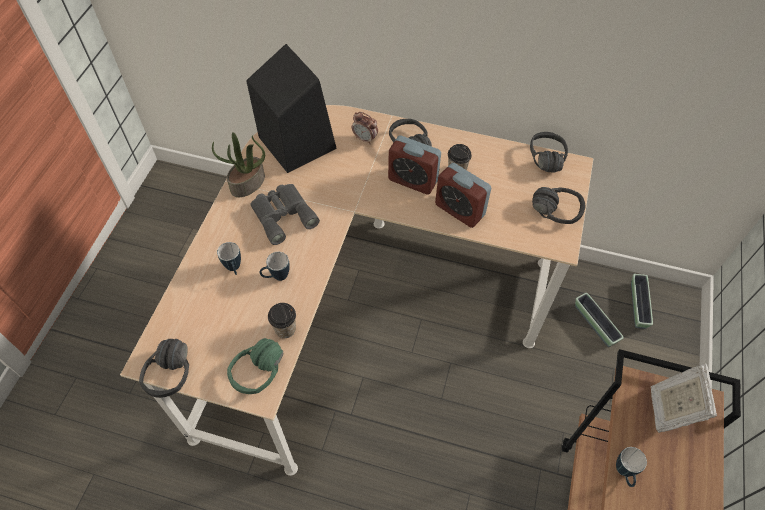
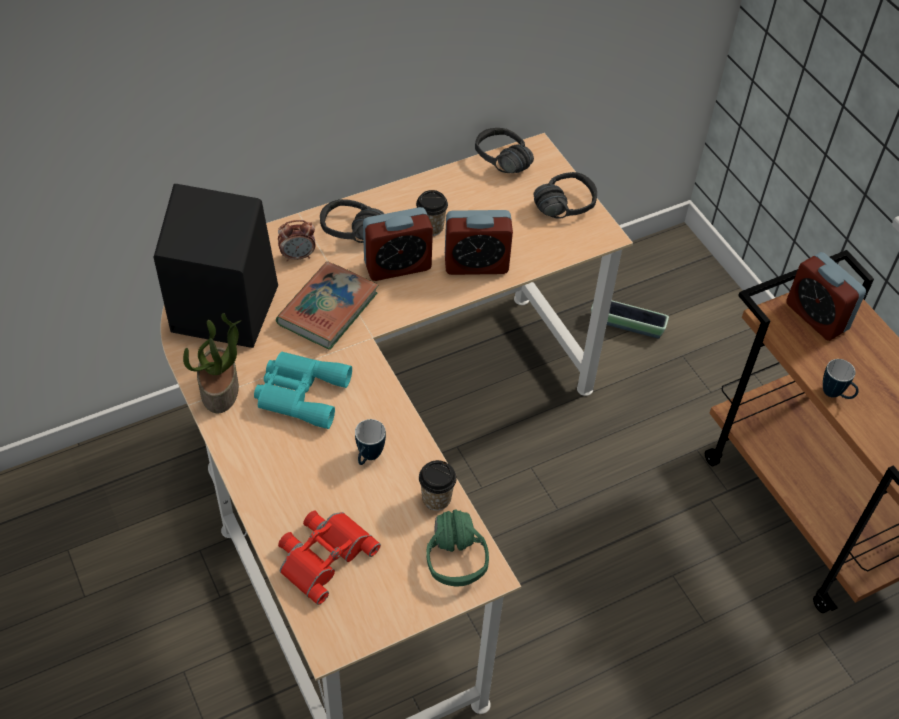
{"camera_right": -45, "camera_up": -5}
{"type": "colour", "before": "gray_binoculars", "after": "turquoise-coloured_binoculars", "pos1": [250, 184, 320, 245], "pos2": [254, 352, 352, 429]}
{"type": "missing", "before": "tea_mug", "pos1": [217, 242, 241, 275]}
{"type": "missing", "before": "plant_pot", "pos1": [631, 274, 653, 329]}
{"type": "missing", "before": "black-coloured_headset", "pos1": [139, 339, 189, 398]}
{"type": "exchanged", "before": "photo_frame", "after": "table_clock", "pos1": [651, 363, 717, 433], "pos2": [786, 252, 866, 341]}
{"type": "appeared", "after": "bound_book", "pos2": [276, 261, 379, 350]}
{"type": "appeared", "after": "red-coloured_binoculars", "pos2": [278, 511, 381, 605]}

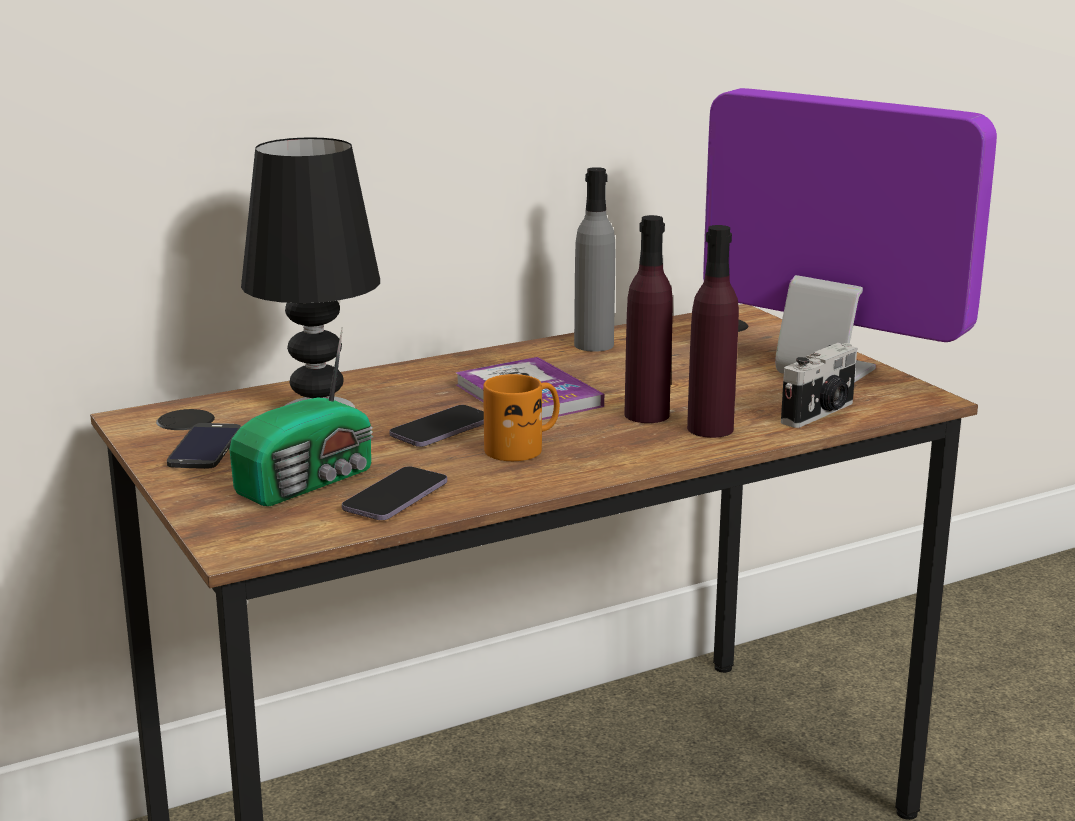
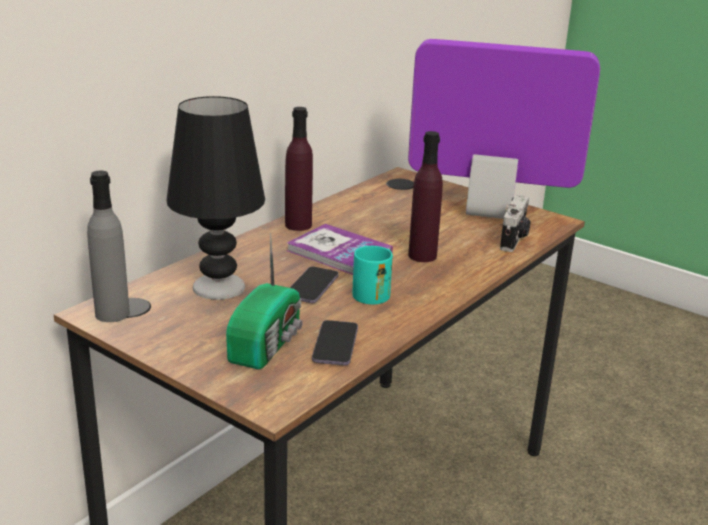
{"camera_right": -25, "camera_up": 5}
{"type": "relocated", "before": "gray_drink_bottle", "pos1": [574, 167, 615, 352], "pos2": [87, 171, 130, 322]}
{"type": "relocated", "before": "purple_drink_bottle", "pos1": [687, 225, 739, 438], "pos2": [285, 107, 313, 231]}
{"type": "colour", "before": "orange-coloured_tea_mug", "after": "turquoise-coloured_tea_mug", "pos1": [483, 374, 560, 461], "pos2": [352, 246, 393, 304]}
{"type": "missing", "before": "handset", "pos1": [167, 423, 241, 469]}

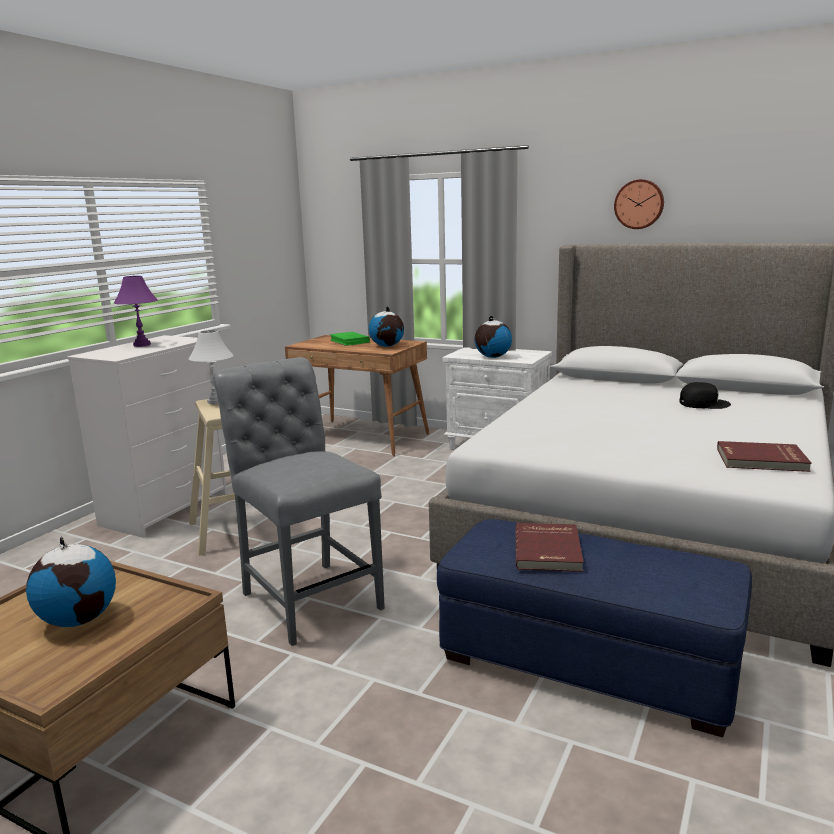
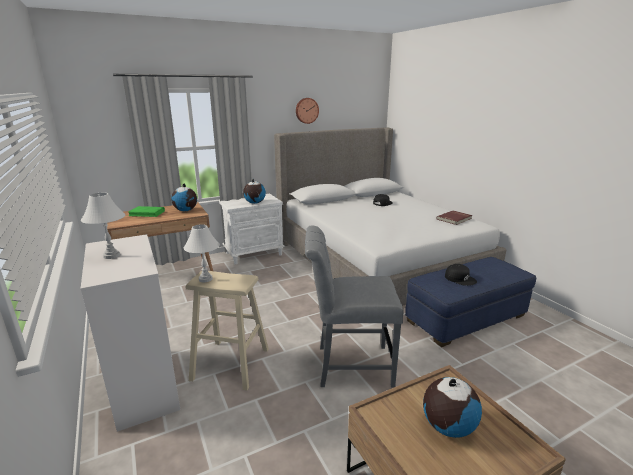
{"camera_right": -55, "camera_up": 5}
{"type": "colour", "before": "purple_tabletop_lamp", "after": "white-coloured_tabletop_lamp", "pos1": [114, 276, 158, 347], "pos2": [81, 193, 125, 259]}
{"type": "exchanged", "before": "red-coloured_bound_book", "after": "black-coloured_baseball_cap", "pos1": [516, 523, 584, 572], "pos2": [445, 264, 477, 286]}

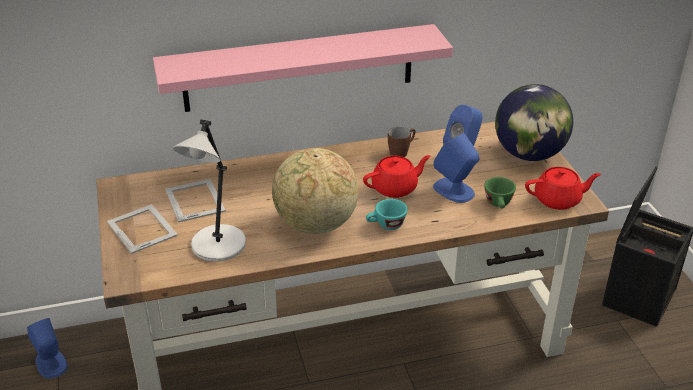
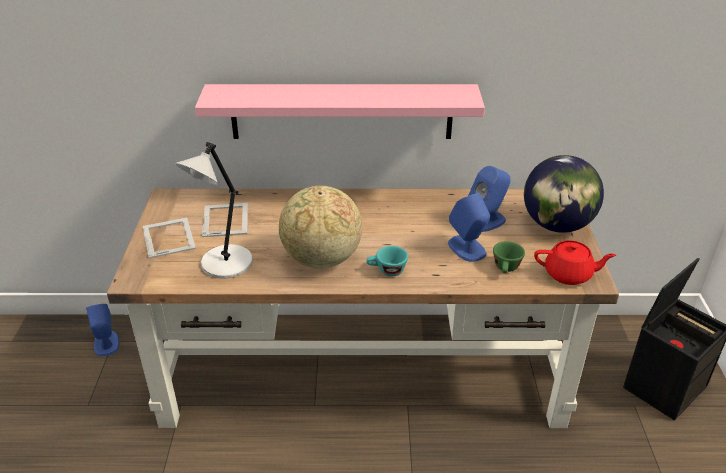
{"camera_right": 15, "camera_up": 0}
{"type": "missing", "before": "brown-coloured_tea_mug", "pos1": [388, 127, 416, 157]}
{"type": "missing", "before": "red-coloured_teapot", "pos1": [363, 155, 430, 198]}

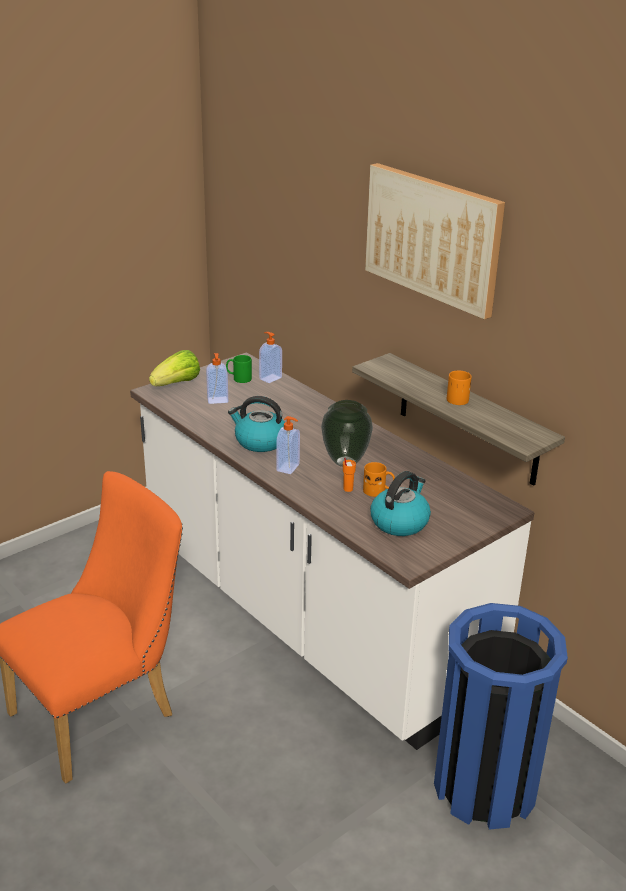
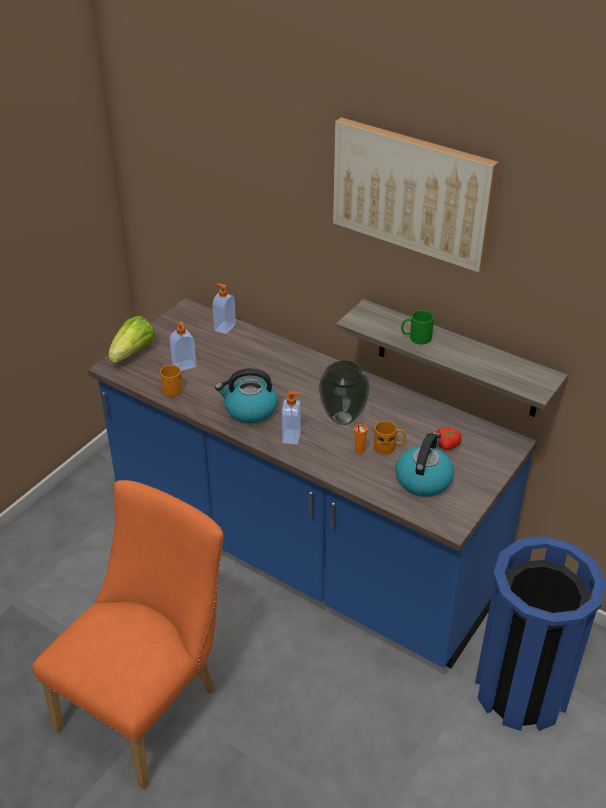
{"camera_right": -15, "camera_up": 10}
{"type": "colour", "before": "white-coloured_kitchen_base_unit", "after": "blue-coloured_kitchen_base_unit", "pos1": [130, 352, 534, 750], "pos2": [88, 298, 537, 668]}
{"type": "relocated", "before": "green-coloured_tea_mug", "pos1": [226, 355, 252, 383], "pos2": [401, 310, 434, 344]}
{"type": "relocated", "before": "orange-coloured_tea_mug", "pos1": [447, 371, 472, 405], "pos2": [160, 365, 183, 397]}
{"type": "appeared", "after": "whole_tomato", "pos2": [436, 427, 462, 450]}

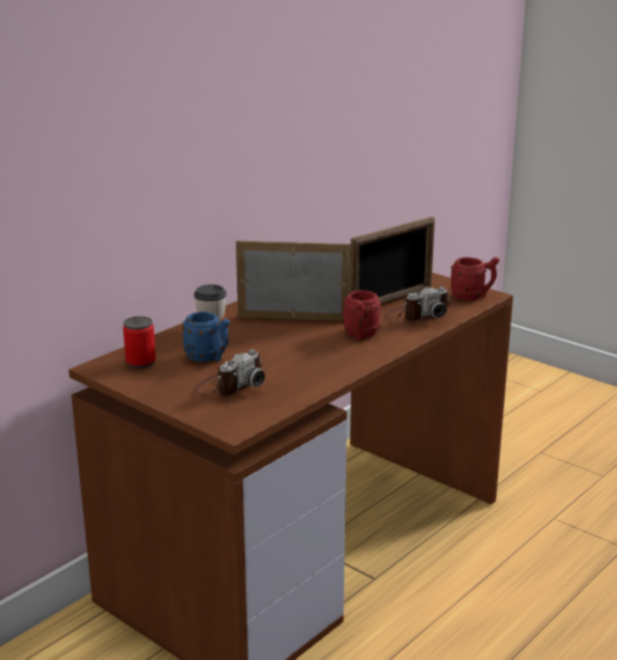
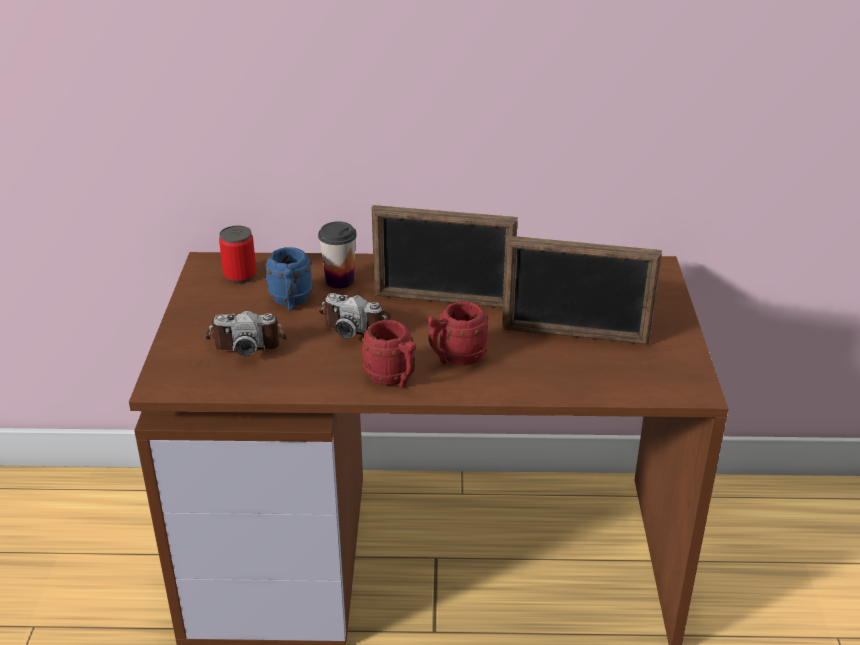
{"camera_right": 50, "camera_up": 10}
{"type": "spun", "before": "photo_frame", "pos1": [236, 241, 351, 321], "pos2": [372, 205, 518, 308], "turn": 135}
{"type": "relocated", "before": "red-coloured_tea_mug", "pos1": [451, 257, 499, 301], "pos2": [361, 320, 416, 388]}
{"type": "relocated", "before": "still_camera", "pos1": [386, 287, 451, 321], "pos2": [319, 293, 391, 339]}

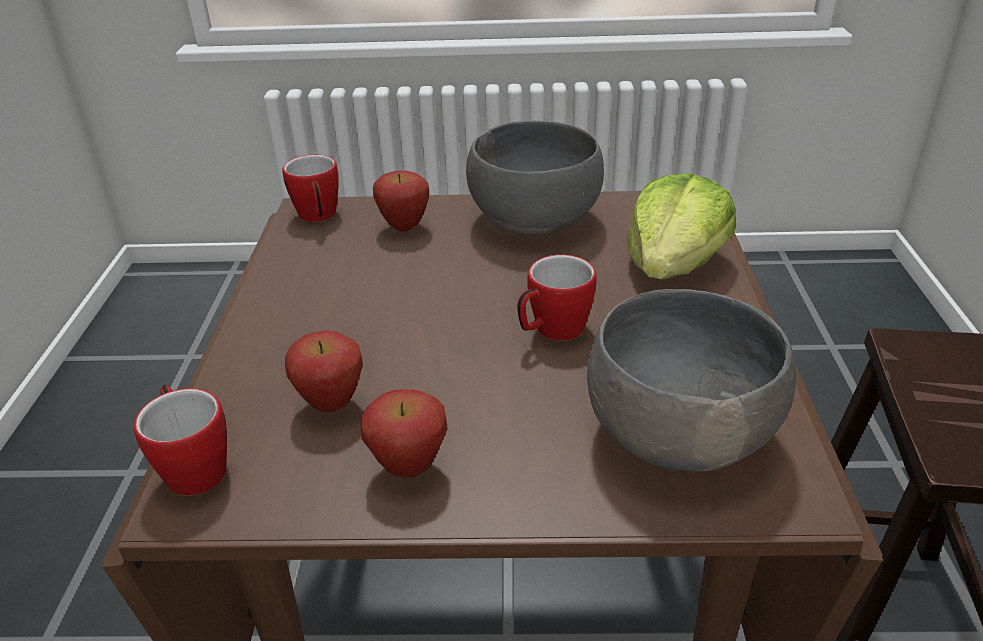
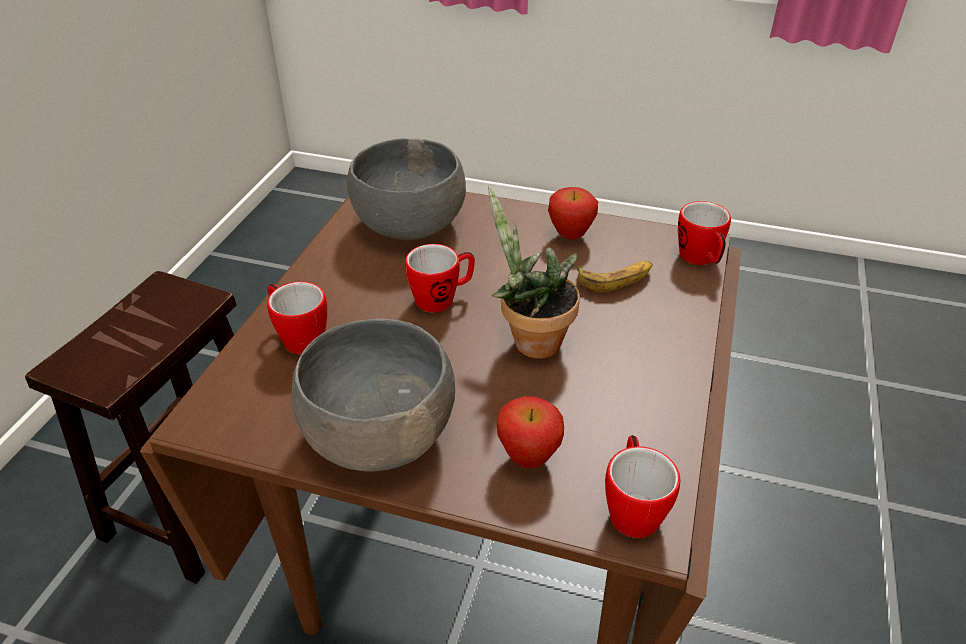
{"camera_right": -165, "camera_up": 5}
{"type": "exchanged", "before": "lettuce_head", "after": "tea_mug", "pos1": [626, 173, 736, 279], "pos2": [267, 282, 327, 354]}
{"type": "exchanged", "before": "apple_fruit", "after": "banana", "pos1": [285, 330, 363, 412], "pos2": [577, 261, 653, 292]}
{"type": "appeared", "after": "plant_in_a_pot", "pos2": [489, 185, 580, 359]}

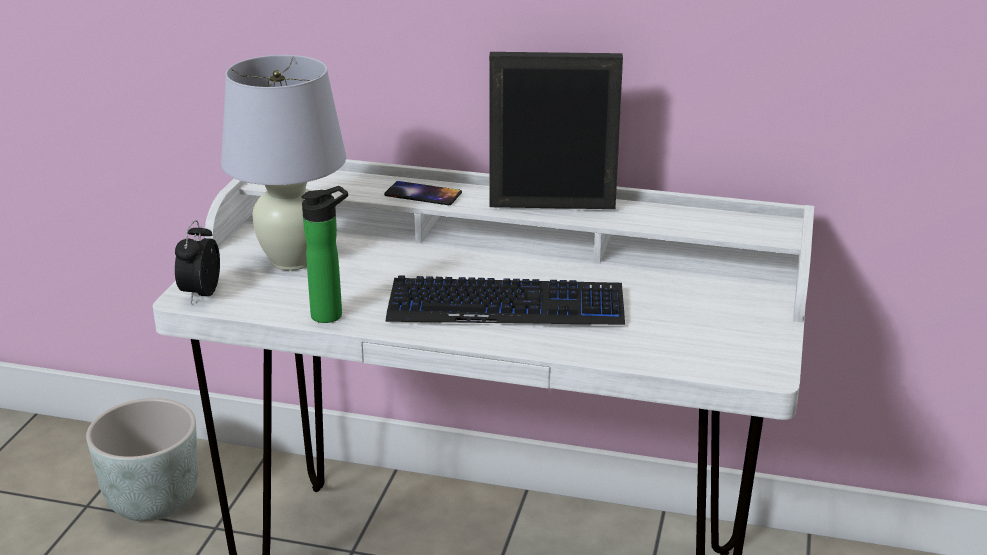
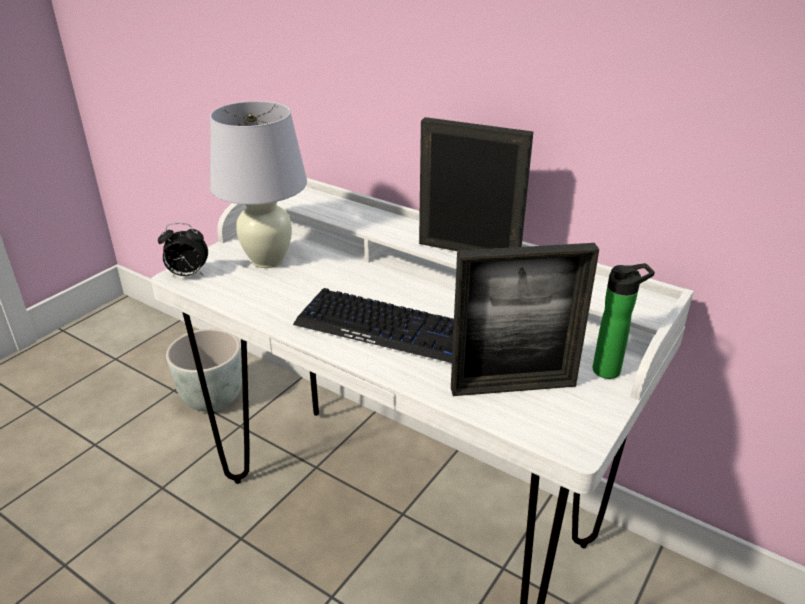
{"camera_right": 20, "camera_up": 5}
{"type": "missing", "before": "handset", "pos1": [384, 181, 462, 205]}
{"type": "relocated", "before": "drink_bottle", "pos1": [301, 186, 348, 323], "pos2": [593, 263, 655, 379]}
{"type": "spun", "before": "table_clock", "pos1": [175, 220, 220, 304], "pos2": [158, 223, 208, 276], "turn": -120}
{"type": "appeared", "after": "photo_frame", "pos2": [451, 243, 599, 396]}

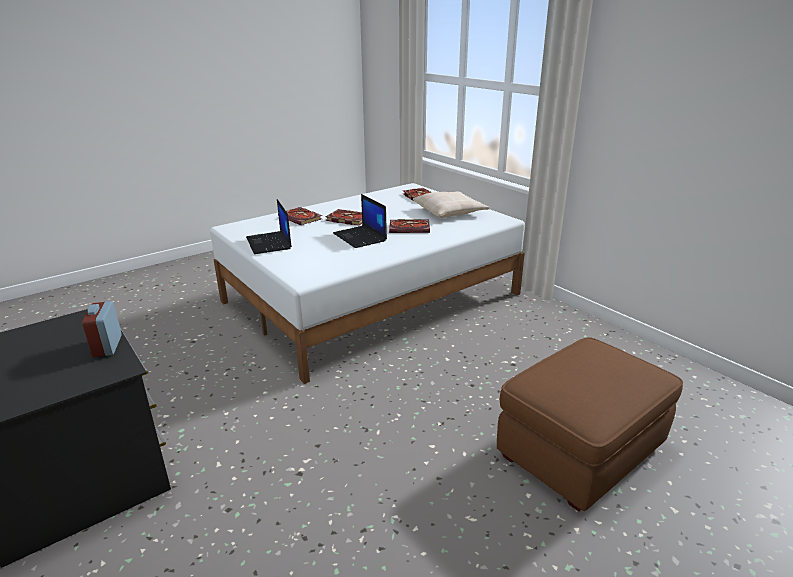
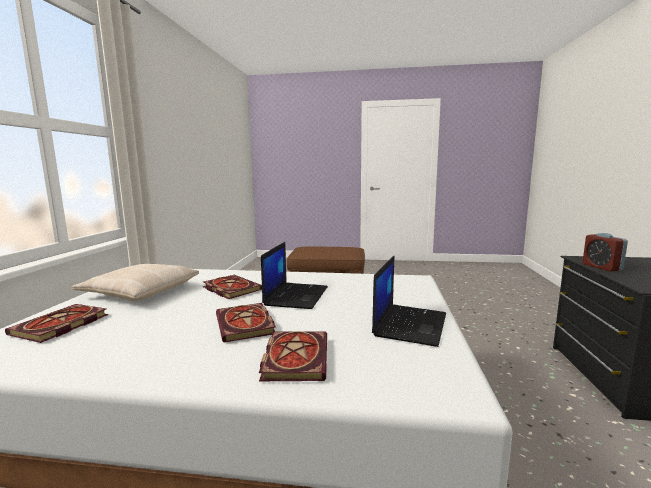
{"camera_right": -135, "camera_up": -15}
{"type": "spun", "before": "table_clock", "pos1": [82, 301, 122, 357], "pos2": [583, 233, 628, 272], "turn": 135}

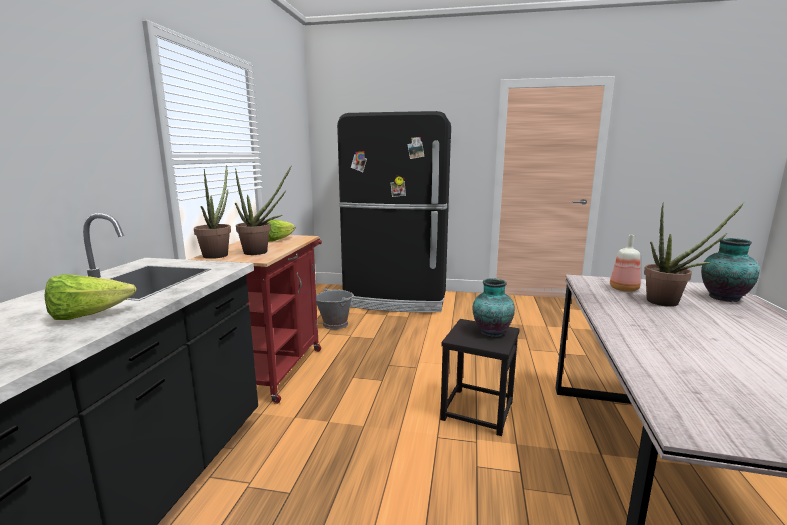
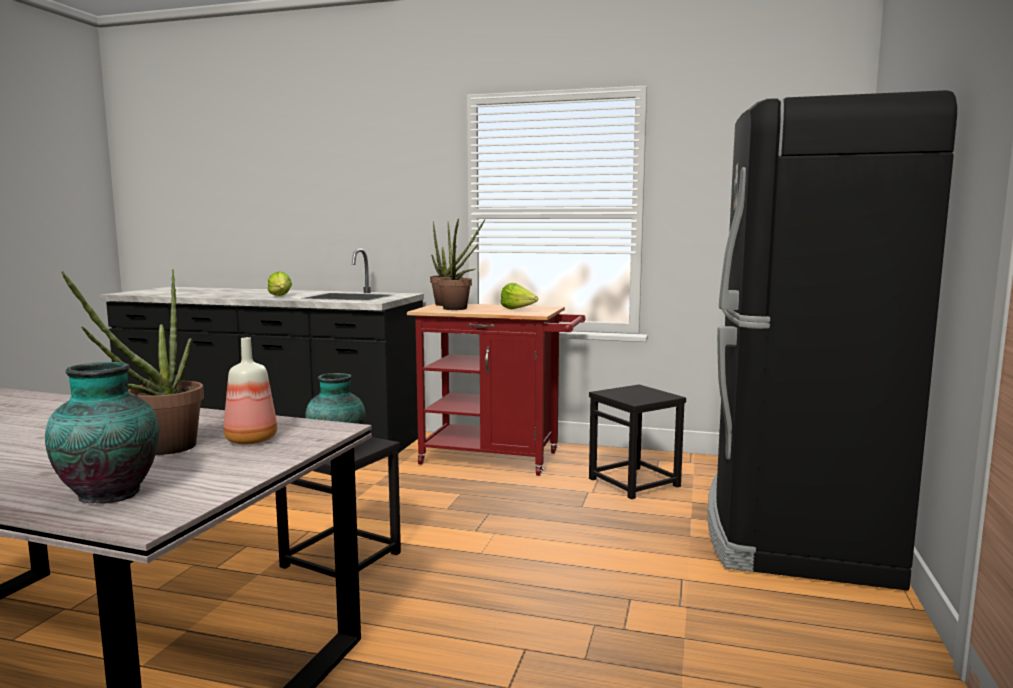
{"camera_right": 95, "camera_up": -5}
{"type": "exchanged", "before": "gray_pail", "after": "black-coloured_stool_seat", "pos1": [316, 287, 354, 330], "pos2": [589, 385, 686, 499]}

